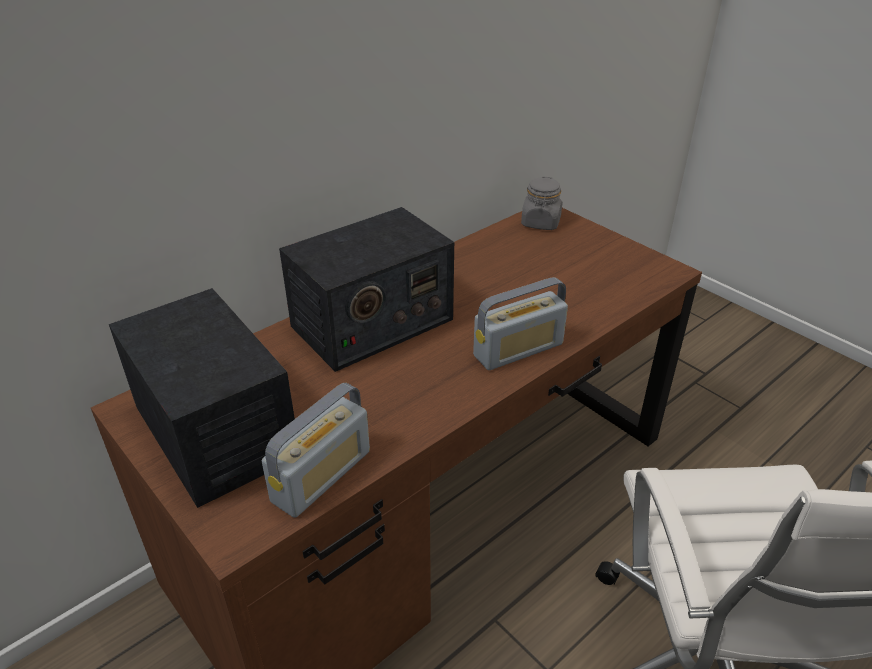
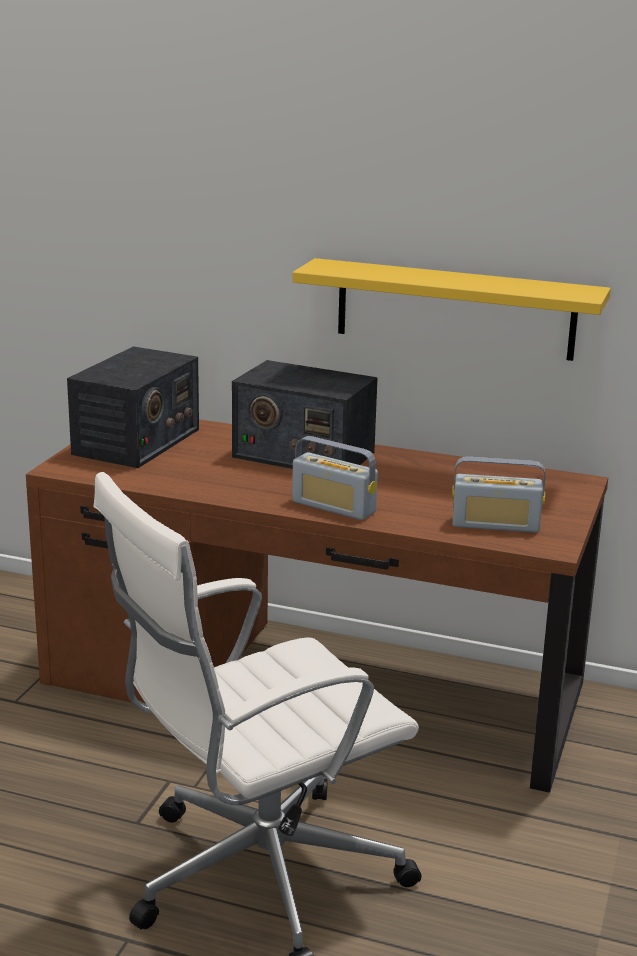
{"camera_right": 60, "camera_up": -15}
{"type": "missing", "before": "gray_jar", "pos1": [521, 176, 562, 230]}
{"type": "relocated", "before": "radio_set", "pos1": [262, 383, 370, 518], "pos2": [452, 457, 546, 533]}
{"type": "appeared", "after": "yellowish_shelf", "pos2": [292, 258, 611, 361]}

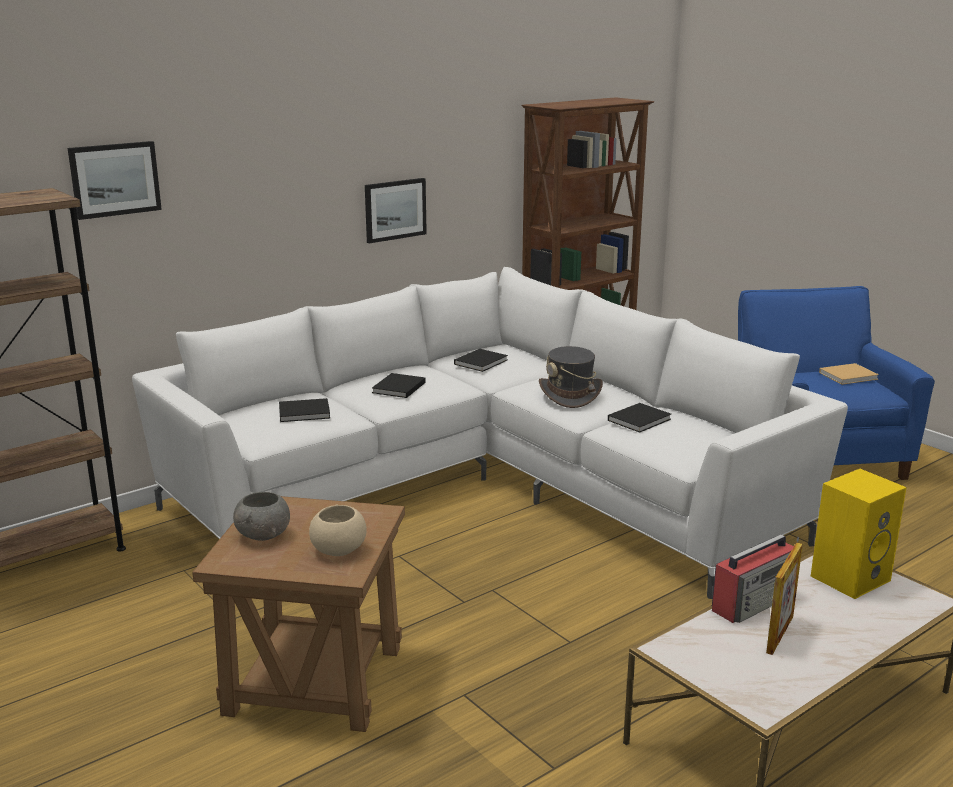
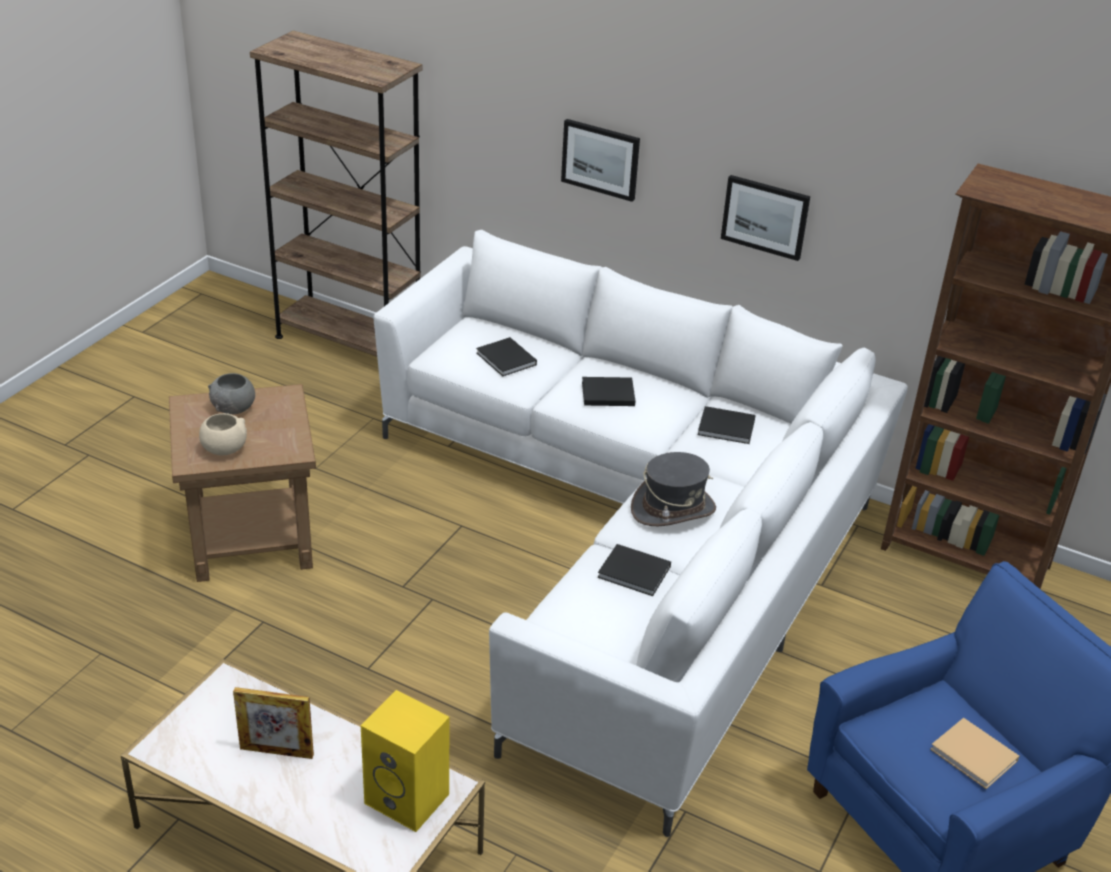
{"camera_right": 65, "camera_up": 15}
{"type": "relocated", "before": "wall_art", "pos1": [68, 141, 162, 220], "pos2": [561, 119, 640, 202]}
{"type": "missing", "before": "radio_set", "pos1": [712, 534, 799, 623]}

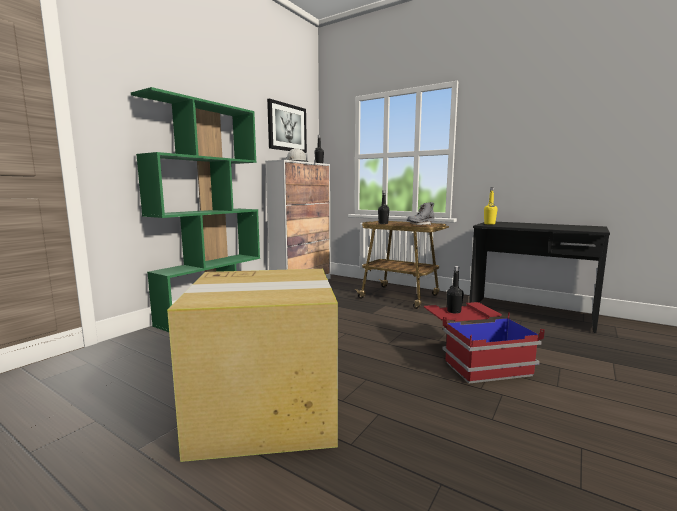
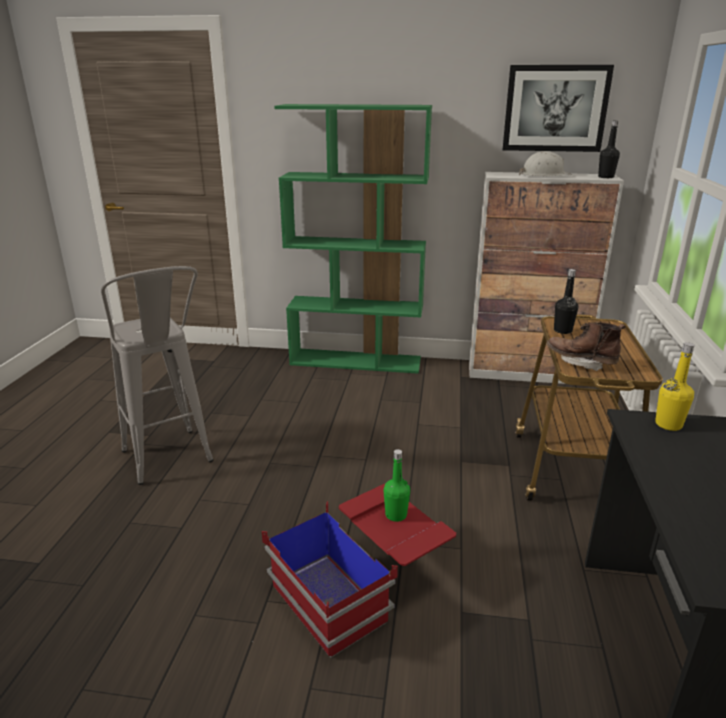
{"camera_right": 65, "camera_up": 15}
{"type": "colour", "before": "gray_high-top_boot", "after": "brown-coloured_high-top_boot", "pos1": [407, 202, 435, 225], "pos2": [546, 322, 626, 371]}
{"type": "colour", "before": "black-coloured_drink_bottle", "after": "green-coloured_drink_bottle", "pos1": [447, 266, 464, 314], "pos2": [383, 449, 410, 522]}
{"type": "exchanged", "before": "packing_box", "after": "gray_stool_seat", "pos1": [167, 269, 338, 462], "pos2": [101, 266, 214, 485]}

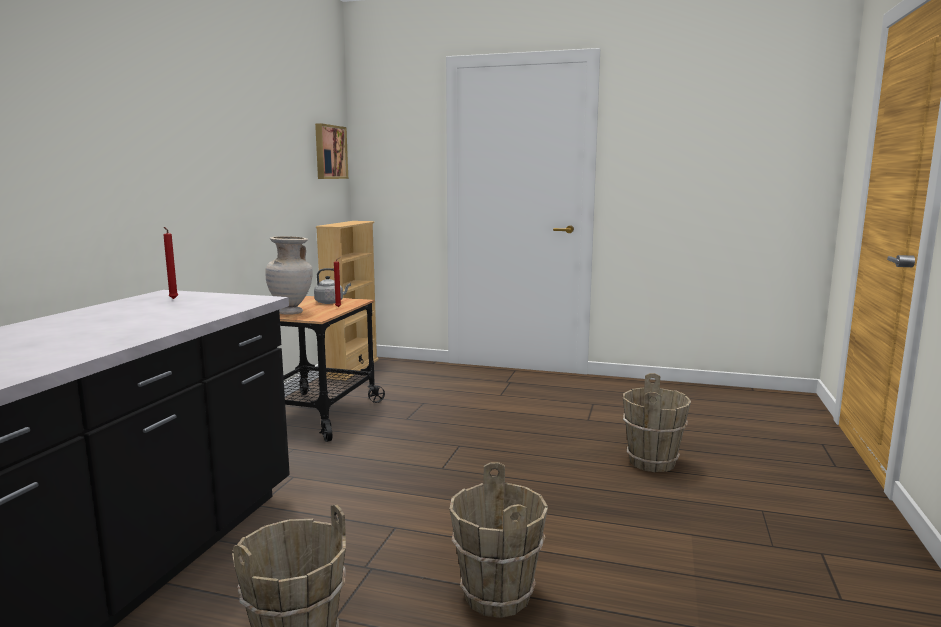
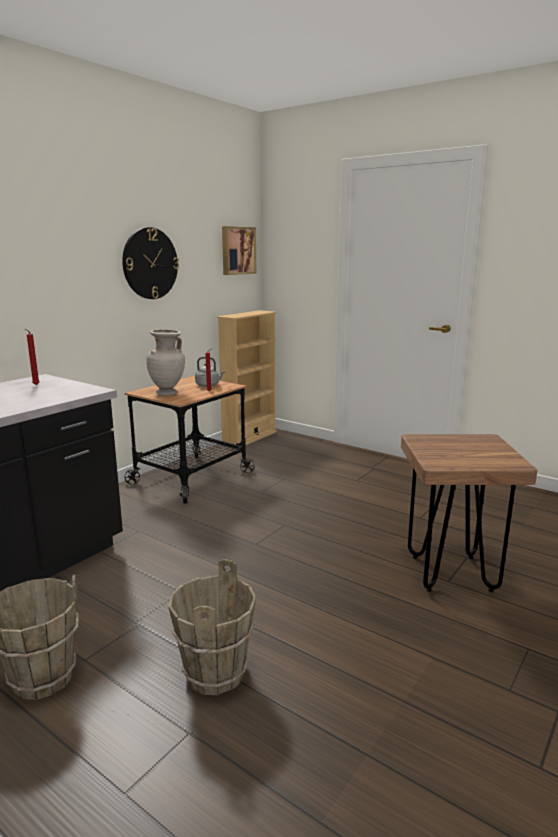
{"camera_right": 20, "camera_up": 5}
{"type": "exchanged", "before": "brown-coloured_pail", "after": "brown-coloured_stool_seat", "pos1": [623, 373, 691, 472], "pos2": [401, 434, 537, 592]}
{"type": "appeared", "after": "hanging_clock", "pos2": [122, 227, 179, 299]}

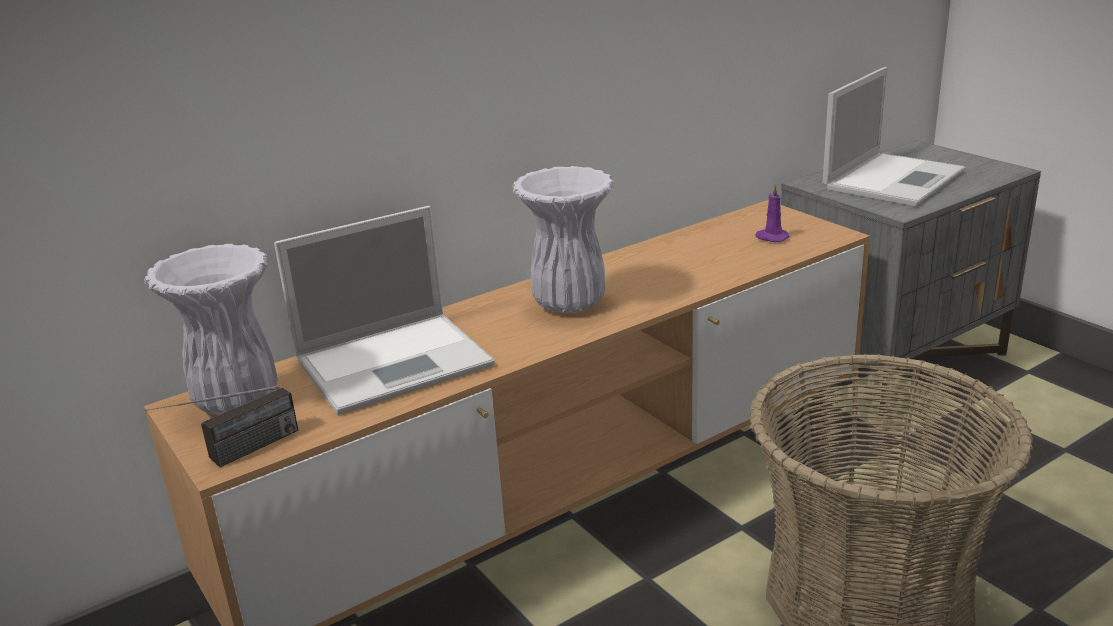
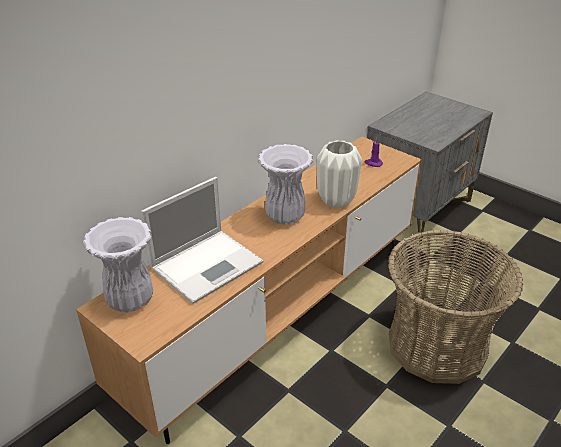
{"camera_right": -15, "camera_up": 10}
{"type": "missing", "before": "portable_computer", "pos1": [823, 67, 965, 207]}
{"type": "missing", "before": "radio_set", "pos1": [144, 386, 298, 467]}
{"type": "appeared", "after": "white-coloured_decorative_vase", "pos2": [317, 140, 362, 208]}

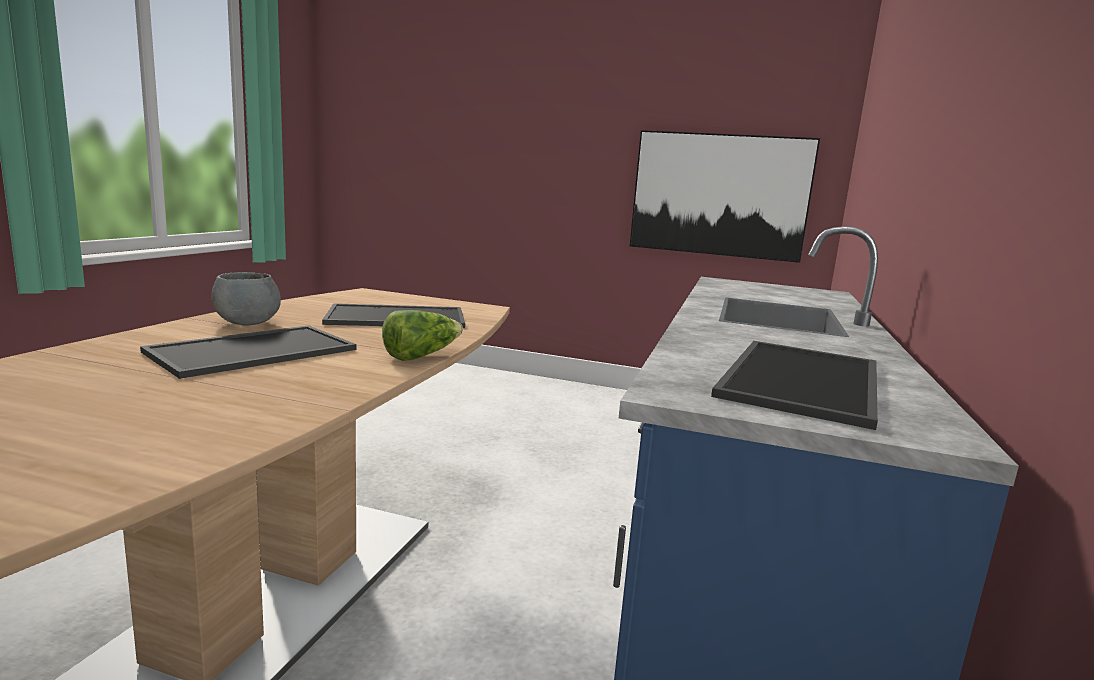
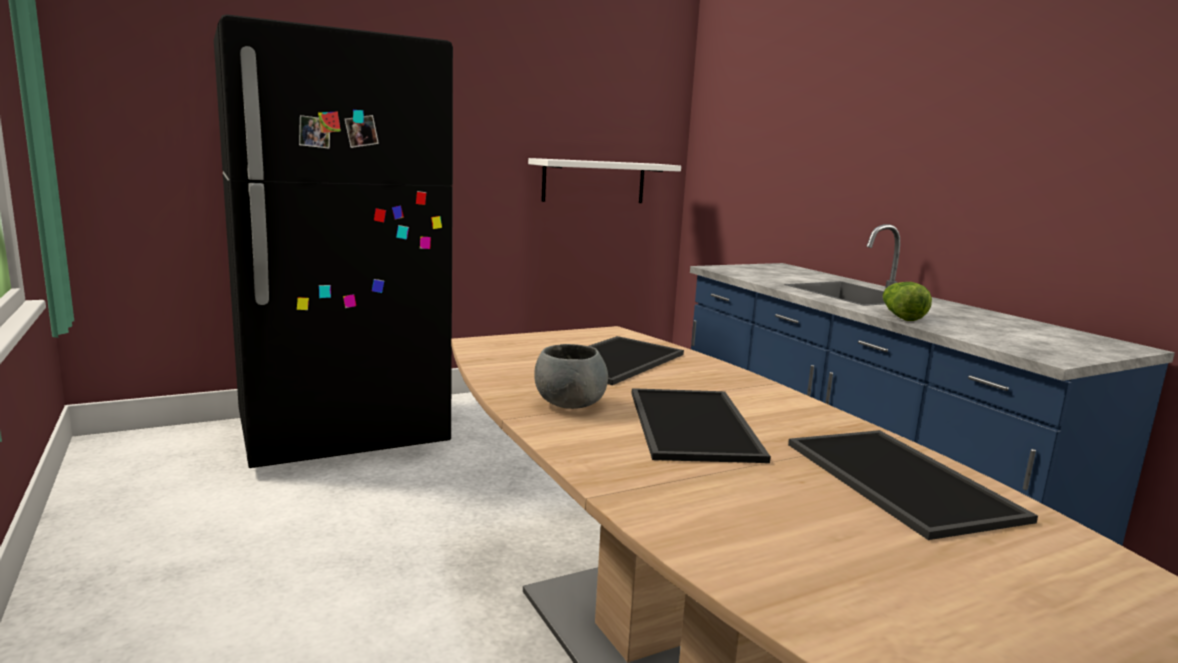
{"camera_right": -45, "camera_up": 0}
{"type": "exchanged", "before": "wall_art", "after": "white-coloured_shelf", "pos1": [630, 130, 820, 263], "pos2": [528, 158, 681, 203]}
{"type": "relocated", "before": "lettuce_head", "pos1": [382, 310, 463, 361], "pos2": [883, 282, 932, 321]}
{"type": "relocated", "before": "carrying_tray", "pos1": [711, 341, 878, 430], "pos2": [788, 430, 1038, 540]}
{"type": "appeared", "after": "black-coloured_kitchen_fridge", "pos2": [214, 14, 453, 468]}

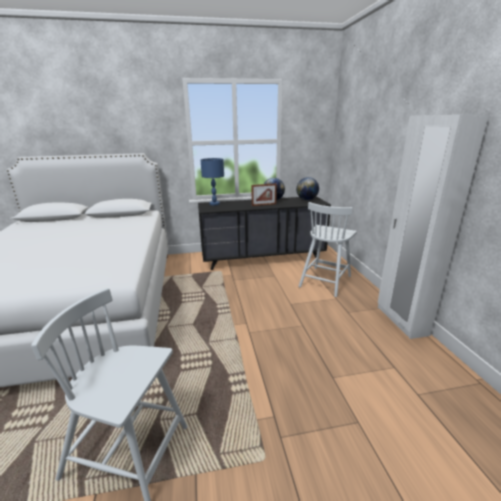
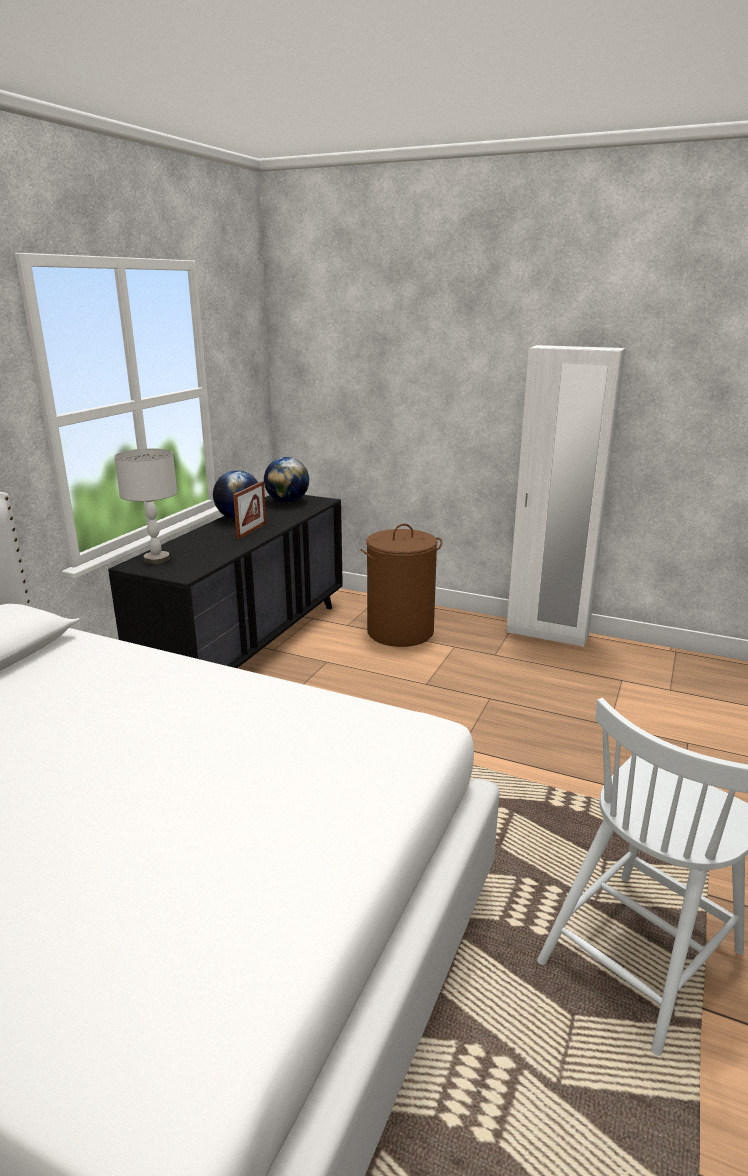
{"camera_right": -55, "camera_up": 0}
{"type": "colour", "before": "blue-coloured_tabletop_lamp", "after": "gray_tabletop_lamp", "pos1": [201, 158, 224, 205], "pos2": [114, 448, 177, 564]}
{"type": "exchanged", "before": "white-coloured_plain_chair", "after": "brown-coloured_hamper", "pos1": [299, 202, 357, 297], "pos2": [361, 524, 442, 647]}

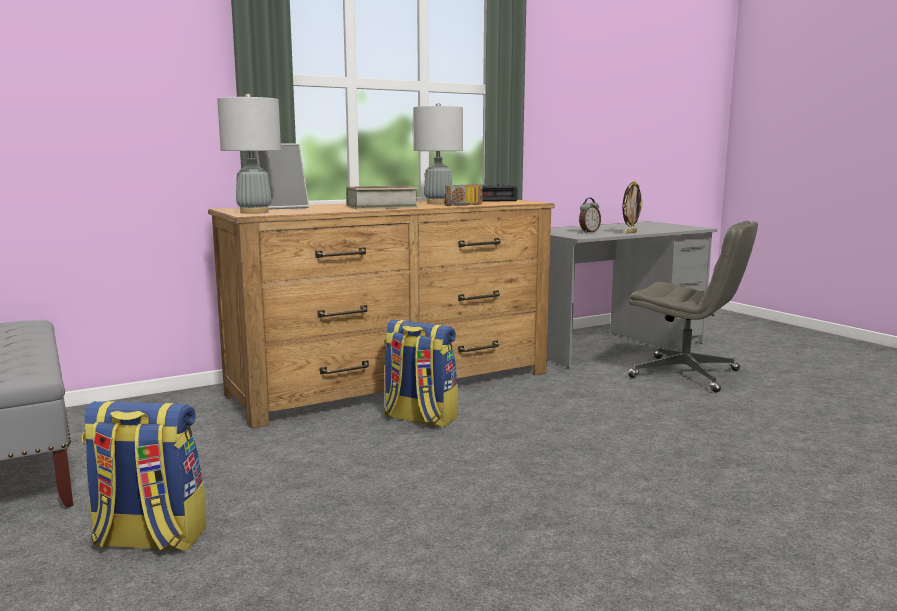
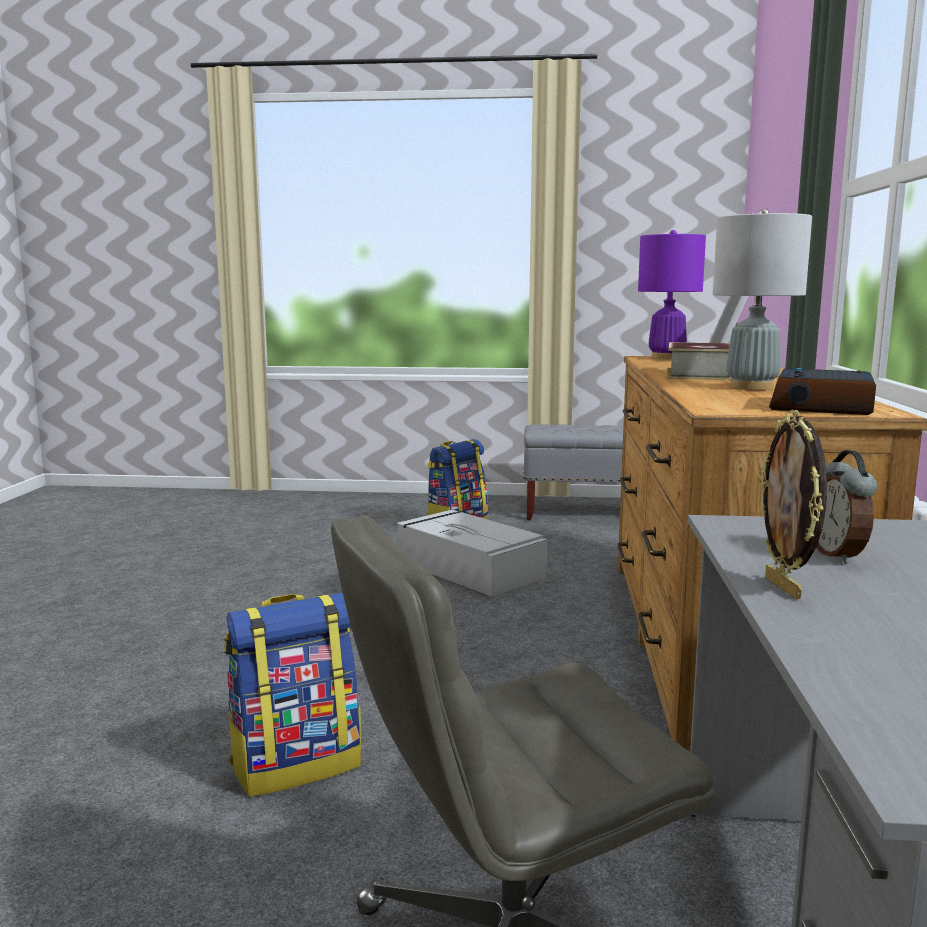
{"camera_right": 125, "camera_up": 0}
{"type": "colour", "before": "gray_tabletop_lamp", "after": "purple_tabletop_lamp", "pos1": [217, 94, 281, 214], "pos2": [638, 230, 706, 359]}
{"type": "missing", "before": "radio_set", "pos1": [445, 184, 483, 206]}
{"type": "relocated", "before": "knapsack", "pos1": [384, 319, 458, 427], "pos2": [224, 593, 361, 797]}
{"type": "appeared", "after": "gray_storage_container", "pos2": [397, 510, 548, 597]}

